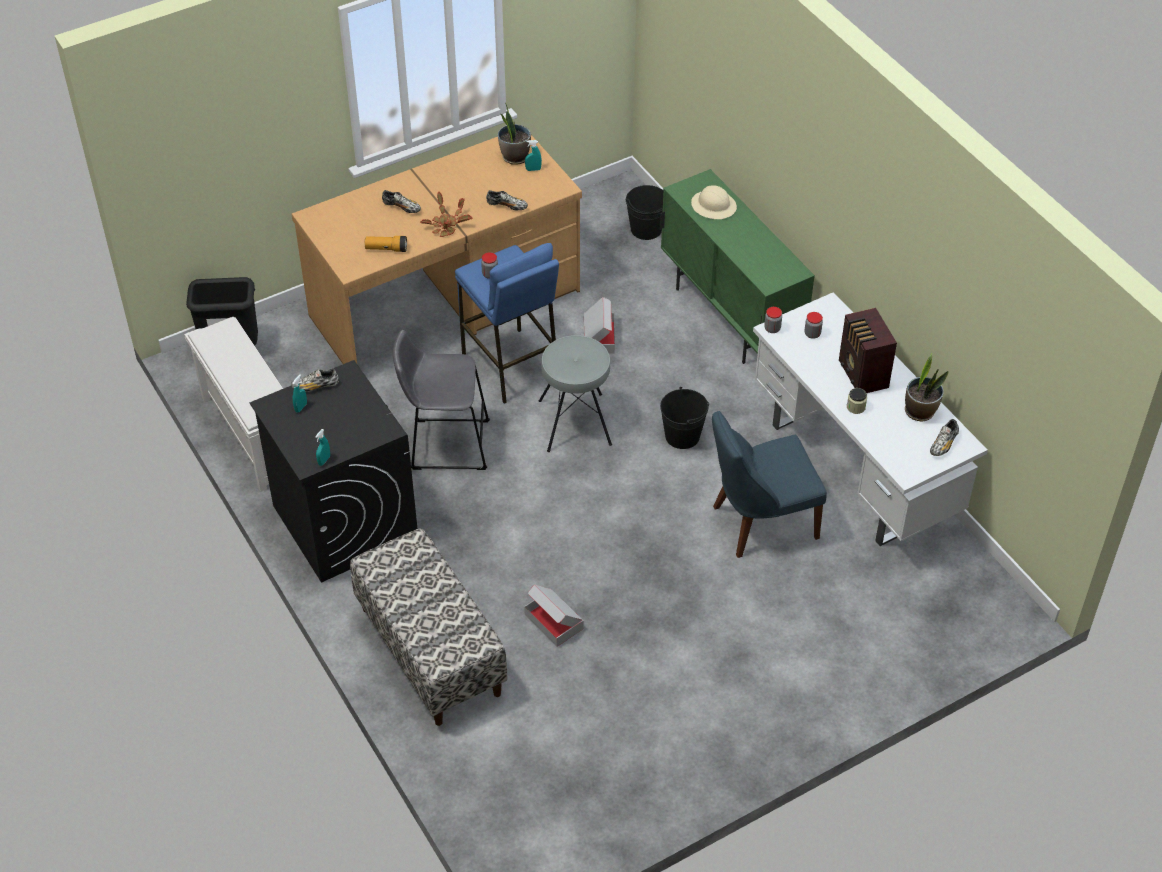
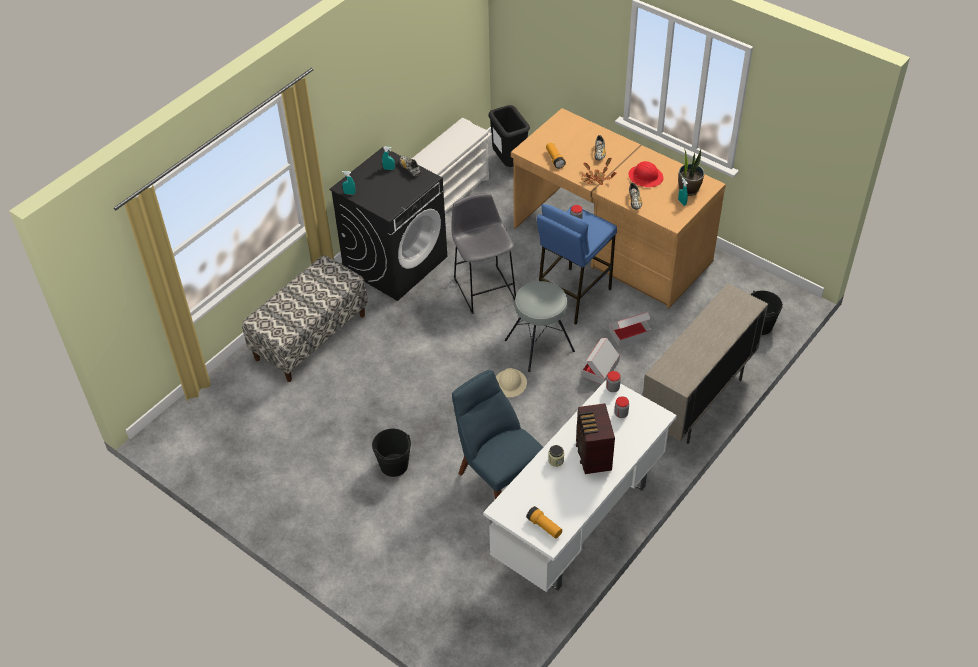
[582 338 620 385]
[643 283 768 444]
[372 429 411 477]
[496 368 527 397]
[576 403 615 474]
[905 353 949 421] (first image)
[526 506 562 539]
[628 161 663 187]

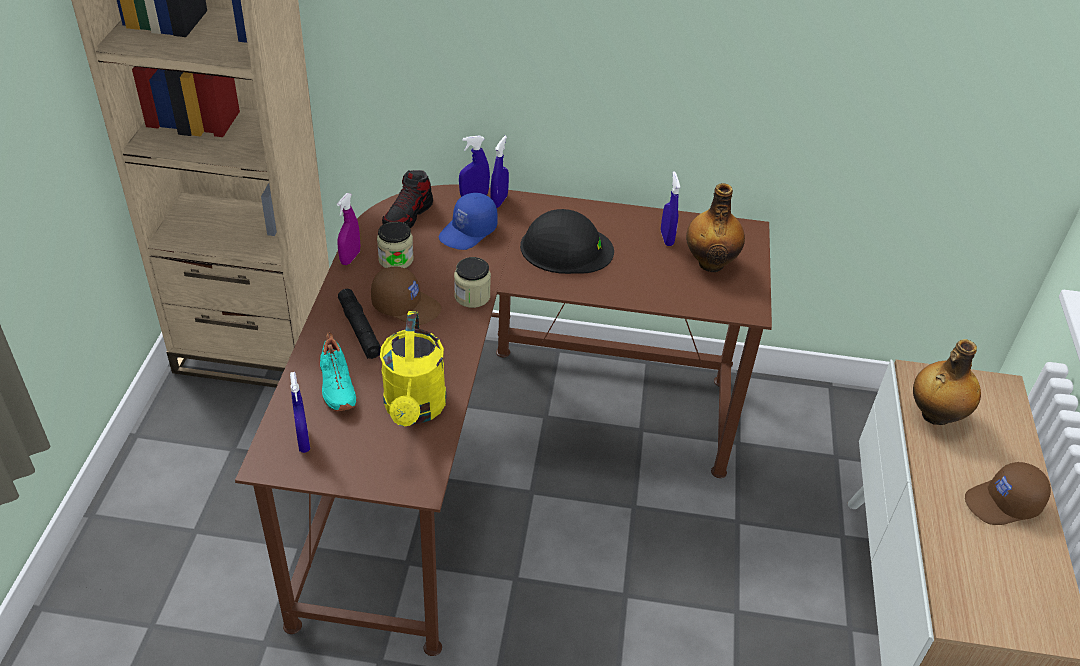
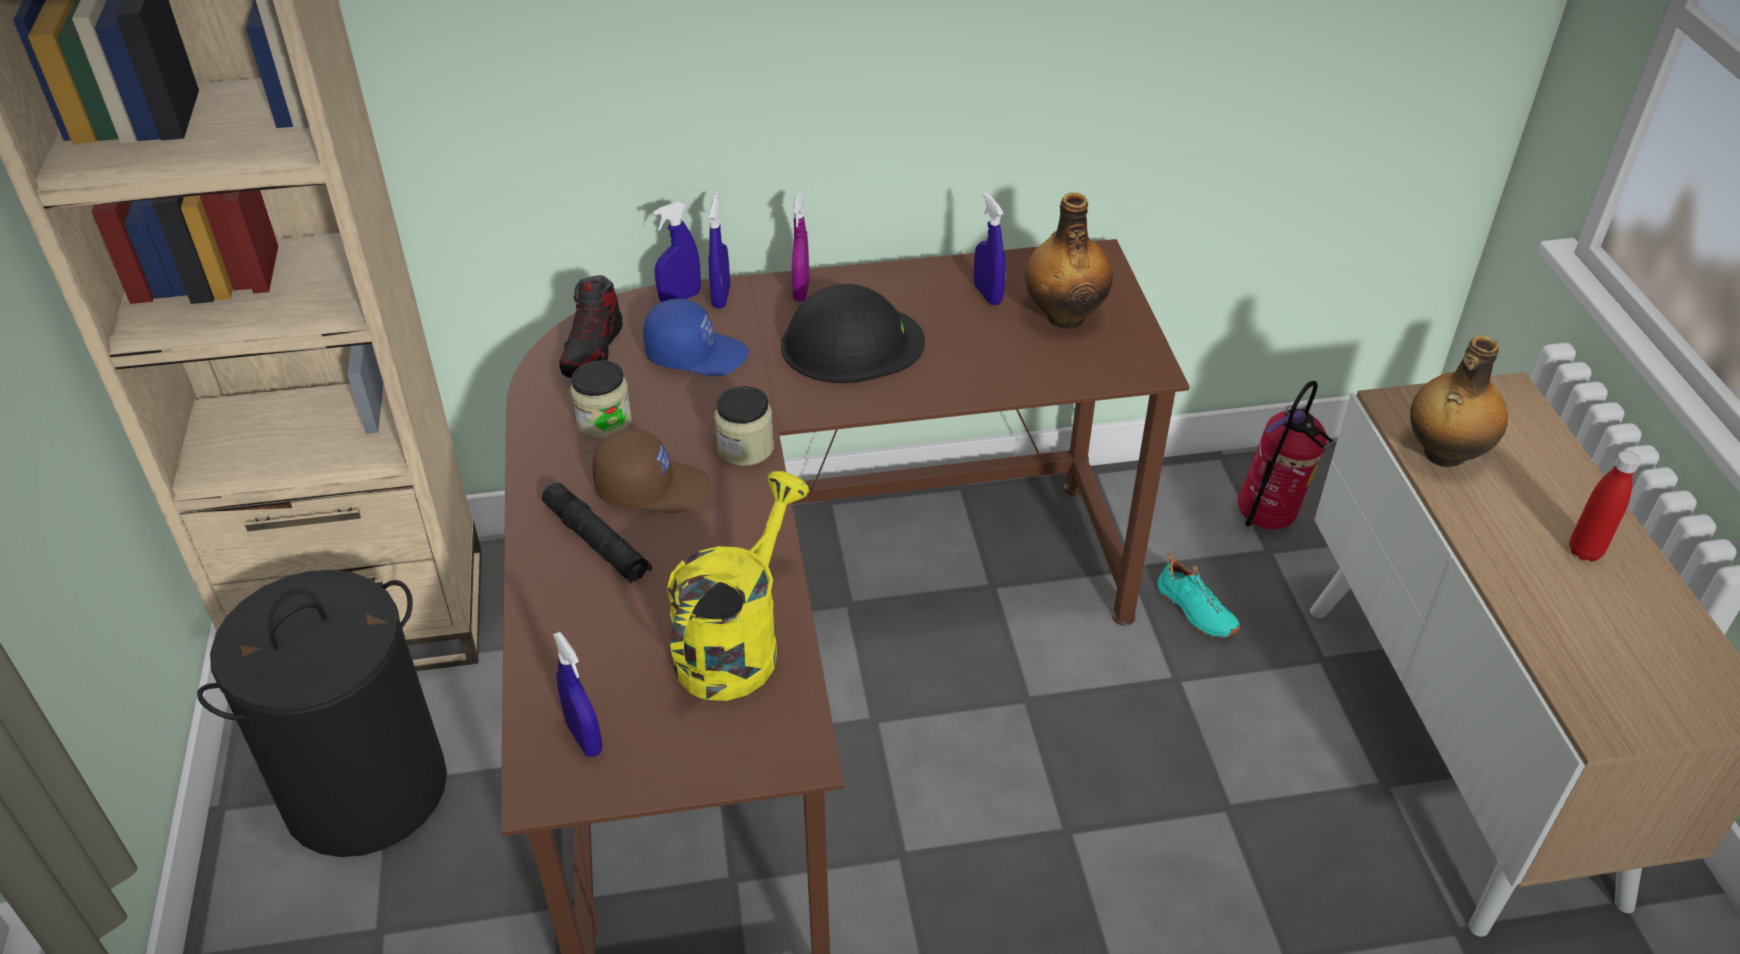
[1157 553 1240 638]
[792 194 809 302]
[667 471 809 701]
[643 299 749 376]
[1569 451 1641 561]
[197 570 447 857]
[1238 381 1334 529]

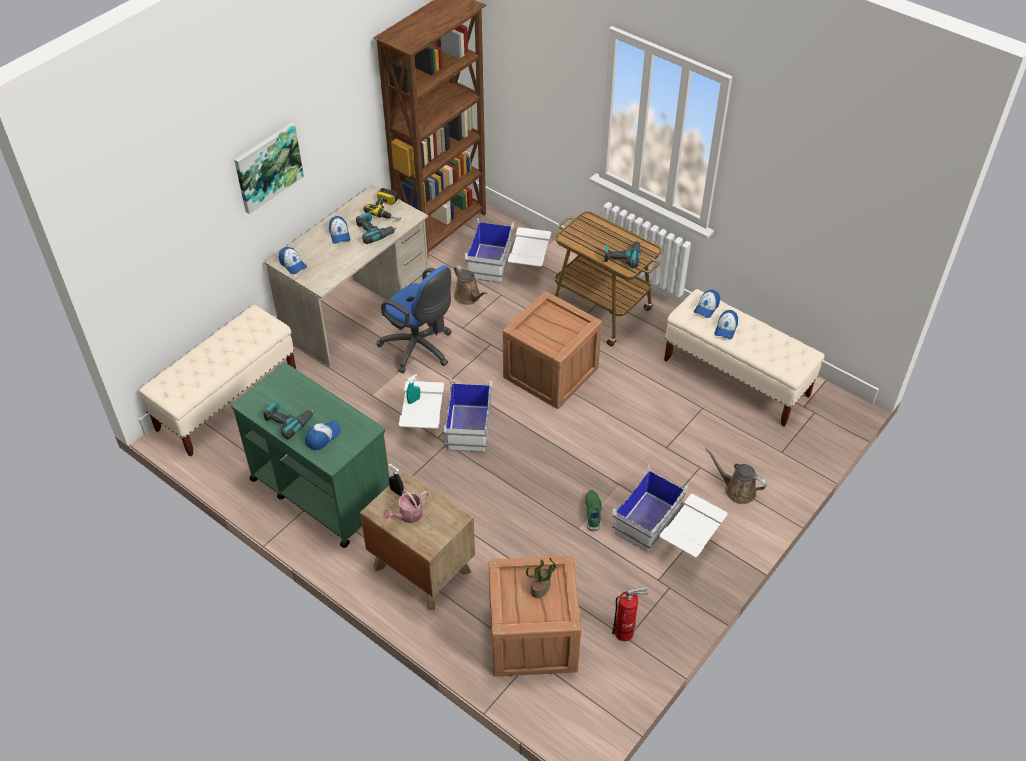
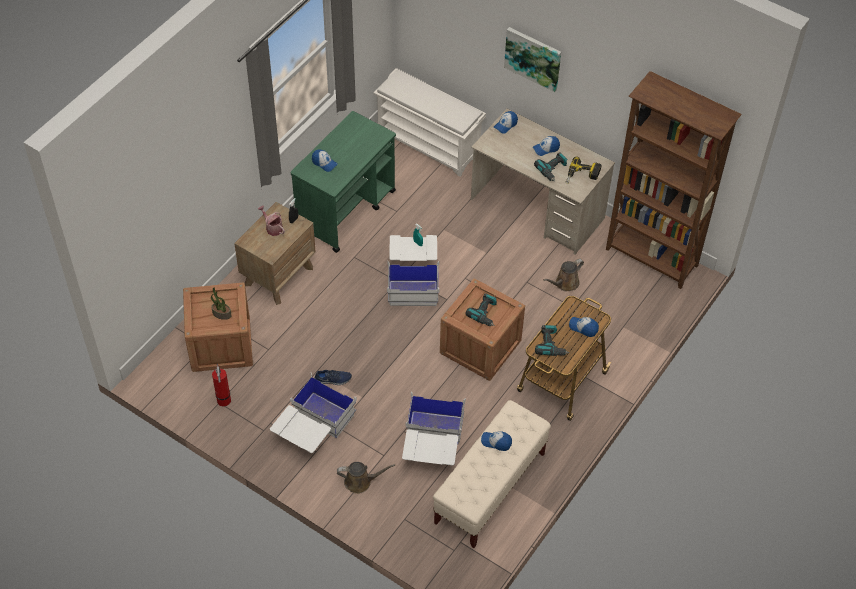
[374 68 486 177]
[466 293 497 326]
[377 265 452 373] (first image)
[402 392 466 466]
[314 370 352 385]
[569 317 599 337]
[337 462 395 494]

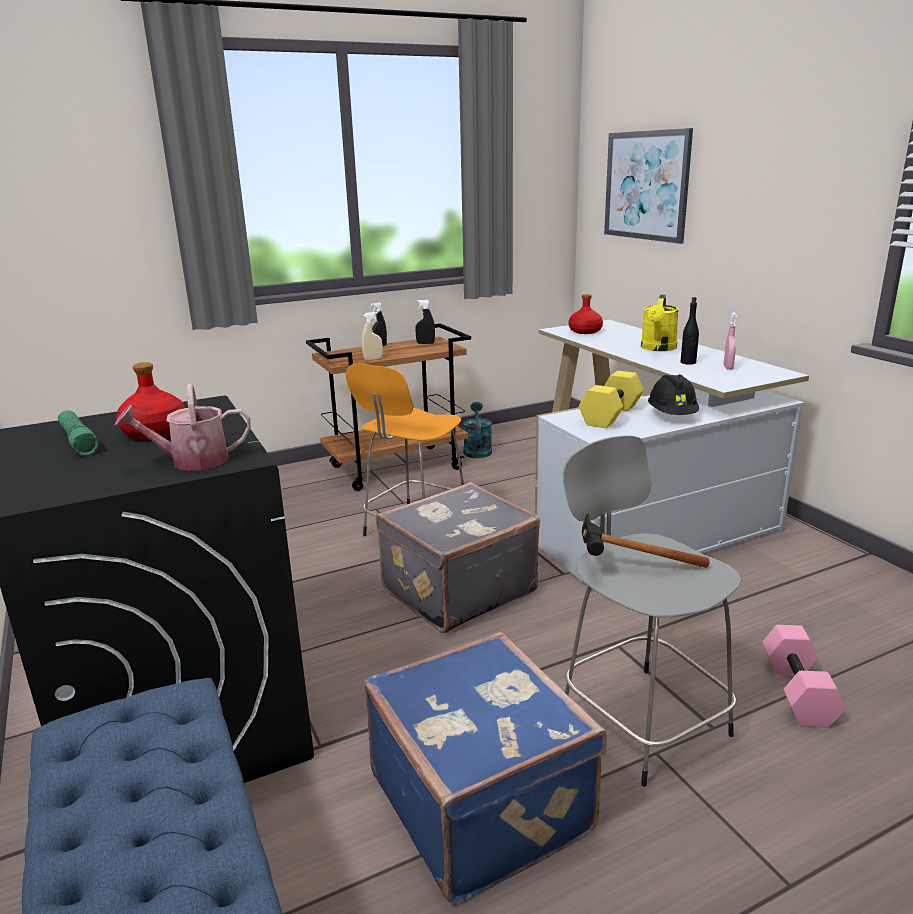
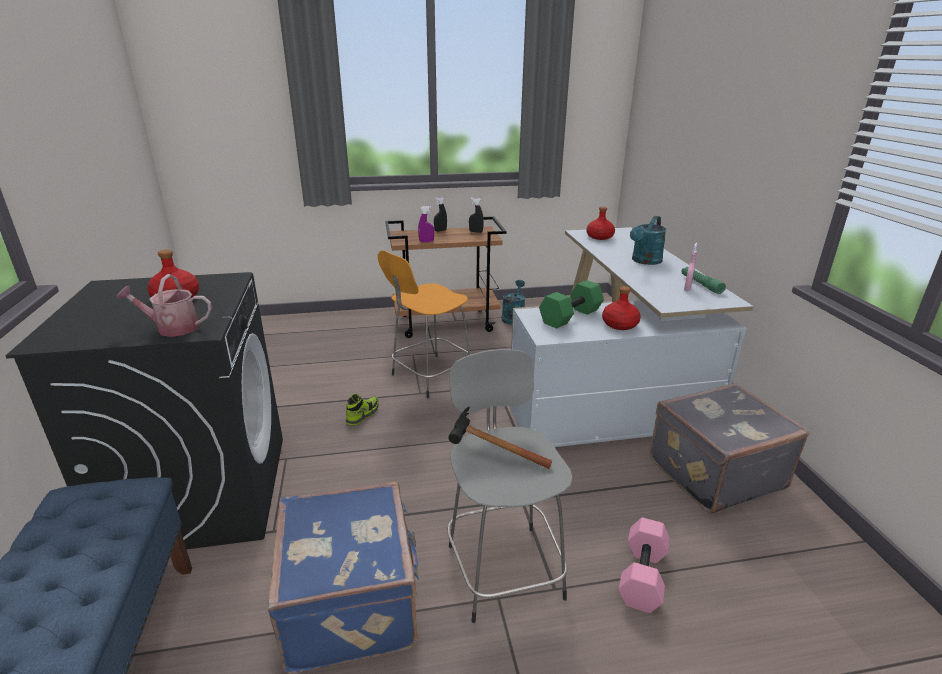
[681 267 726 294]
[418 206 434 242]
[650 383 810 514]
[539 280 604 328]
[604 128 693 244] (first image)
[630 216 667 265]
[602 286 641 330]
[681 297 699 365] (first image)
[346 394 379 425]

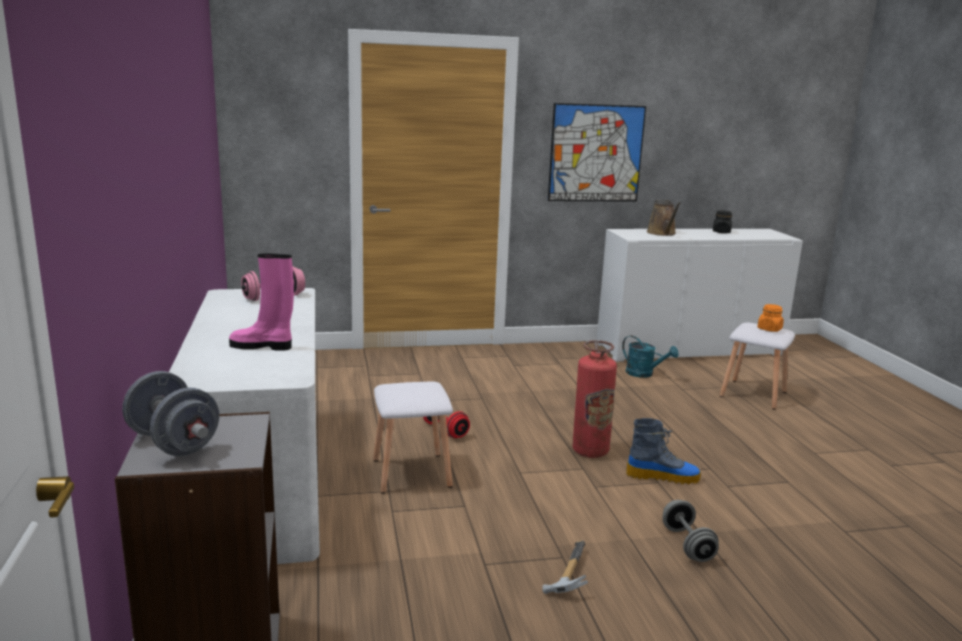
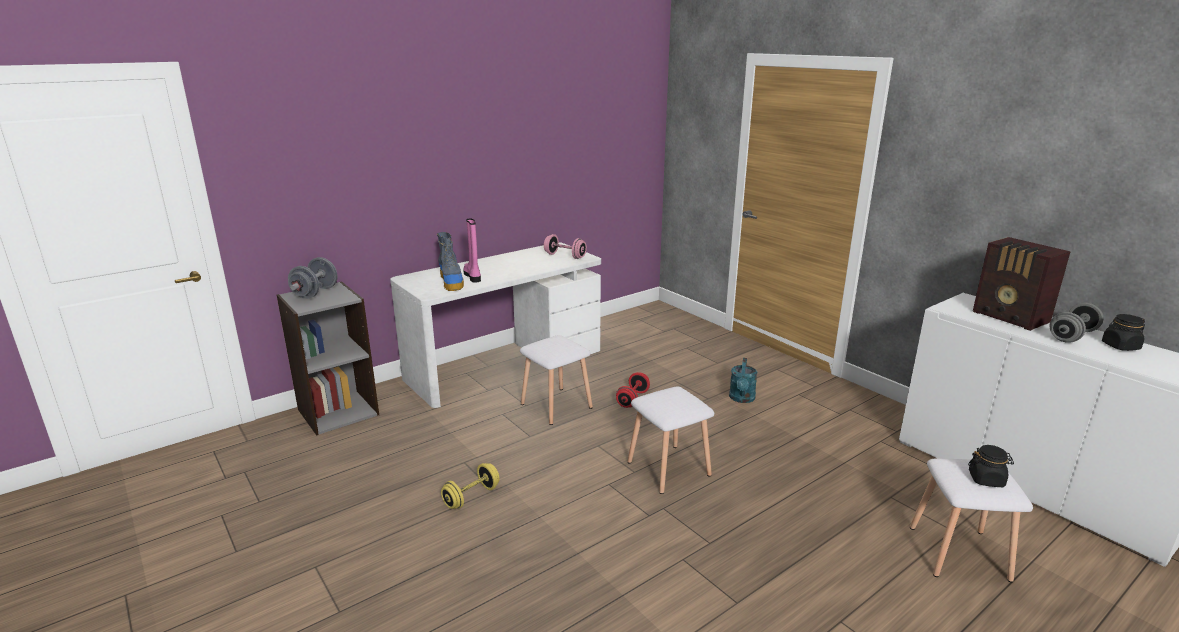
[441 463 500 509]
[548 103 646 202] (first image)
[627 386 714 494]
[729 358 757 403]
[437 232 464 291]
[973 237 1071 331]
[1049 303 1104 343]
[968 445 1014 487]

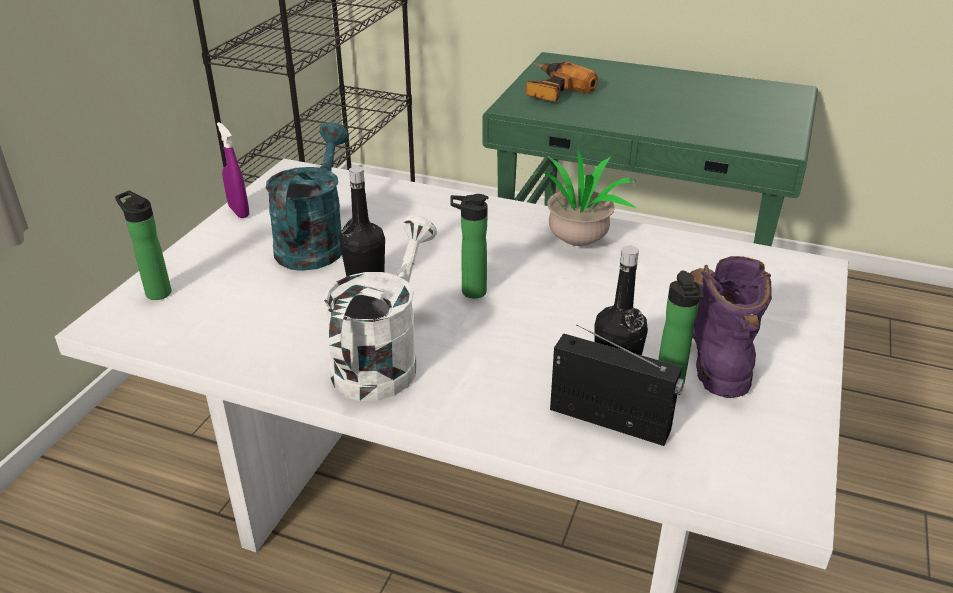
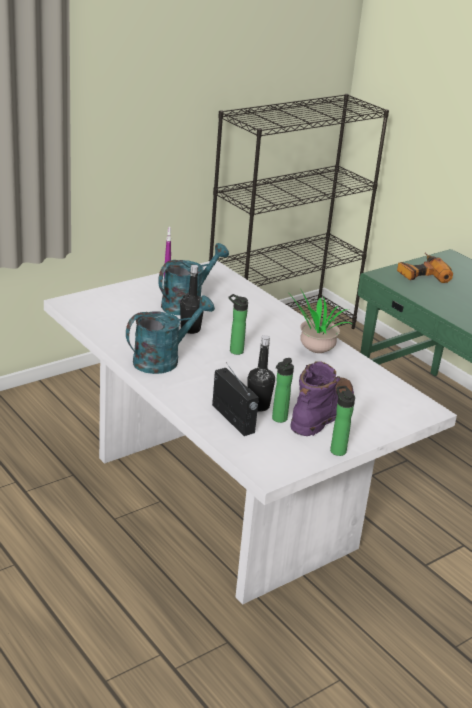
[330 386 355 456]
[126 295 215 374]

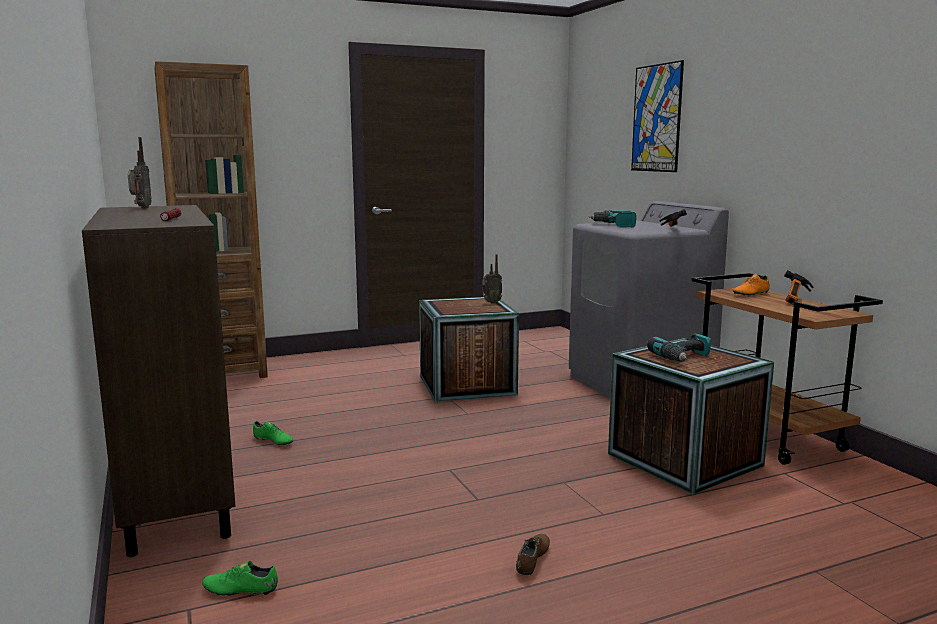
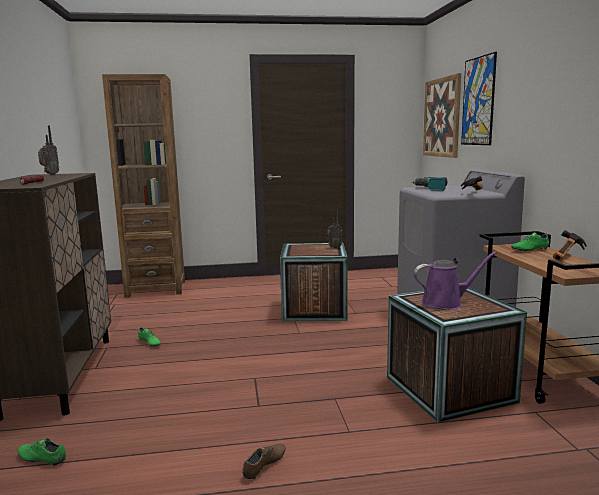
[414 252 497 310]
[511 232 549 252]
[423 73 461 158]

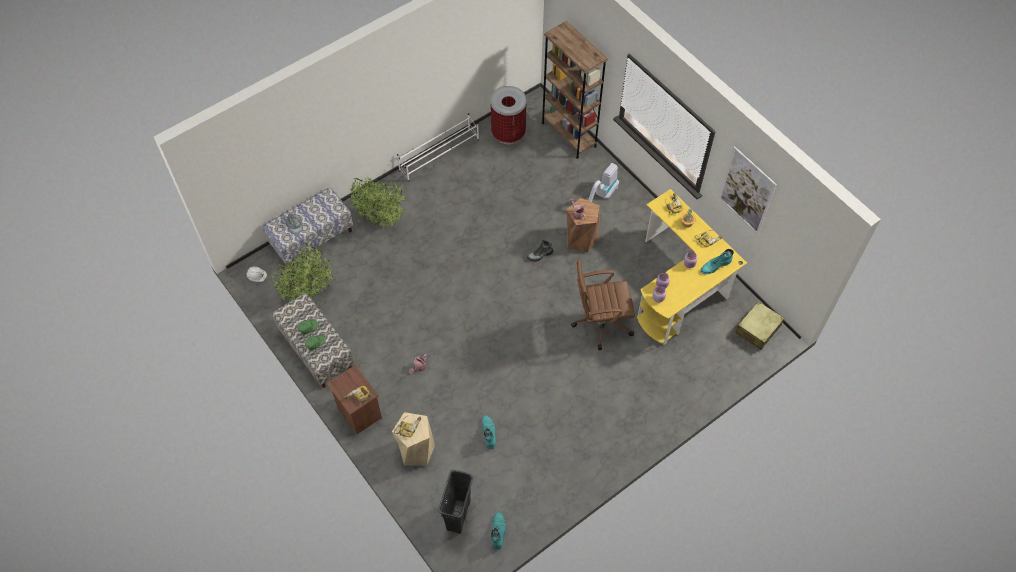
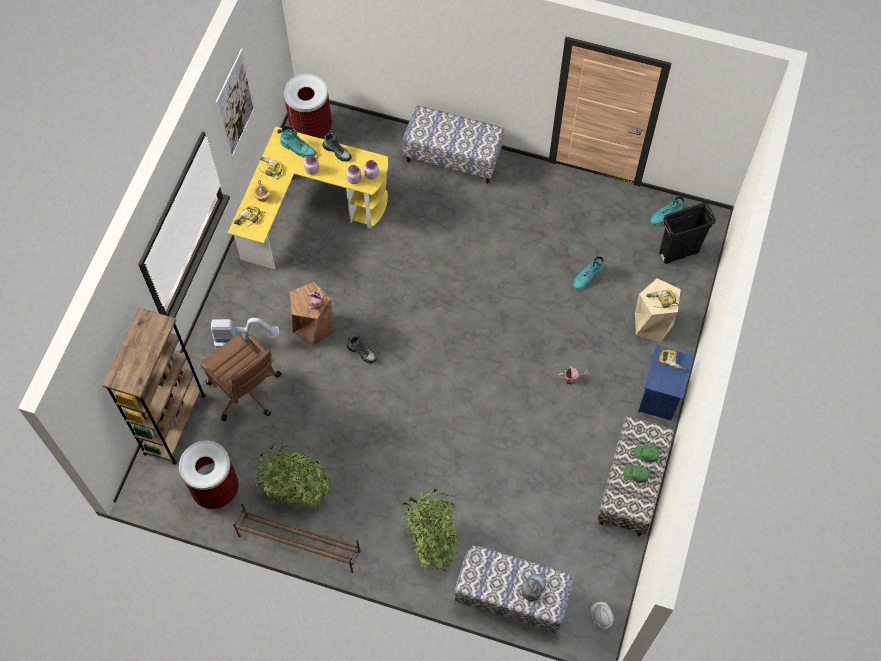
[254 443 332 509]
[638 345 694 420]
[233 504 360 573]
[200 334 282 421]
[284 74 332 139]
[322 133 352 162]
[403 106 504 184]

